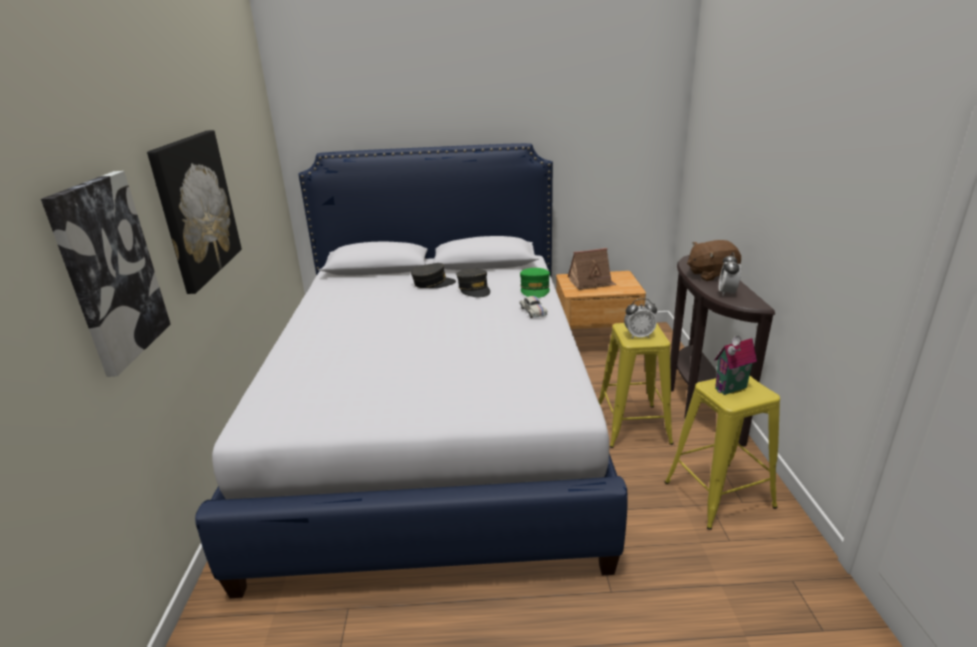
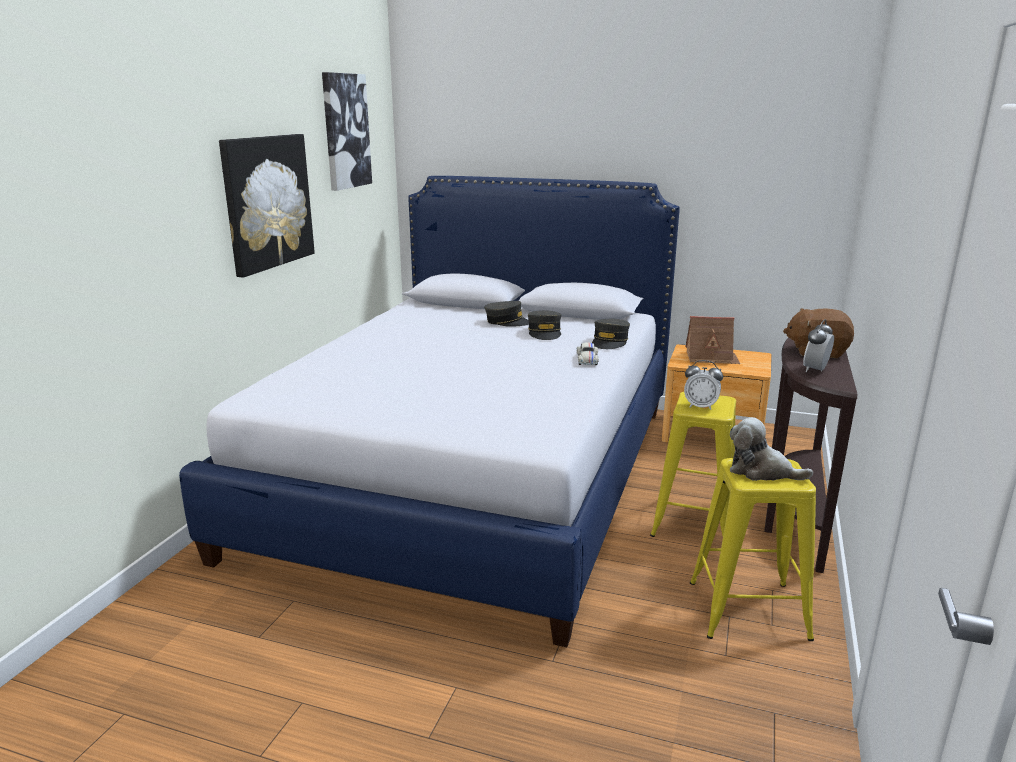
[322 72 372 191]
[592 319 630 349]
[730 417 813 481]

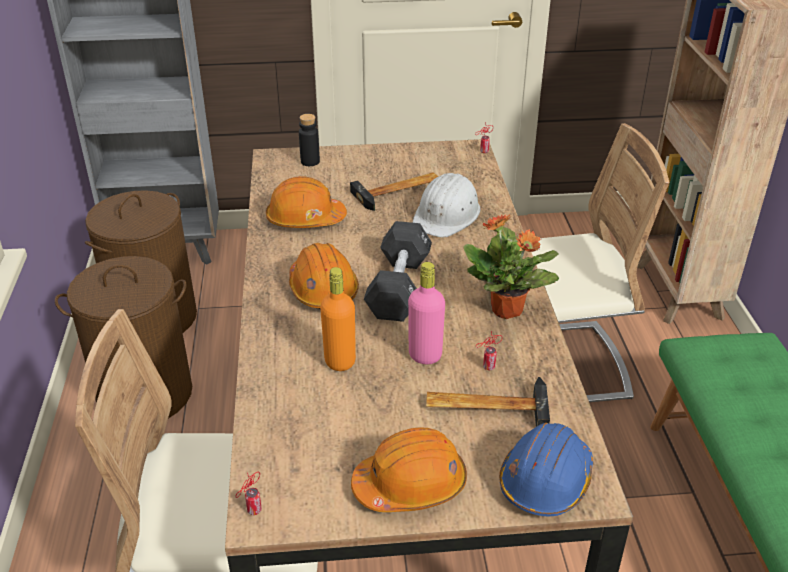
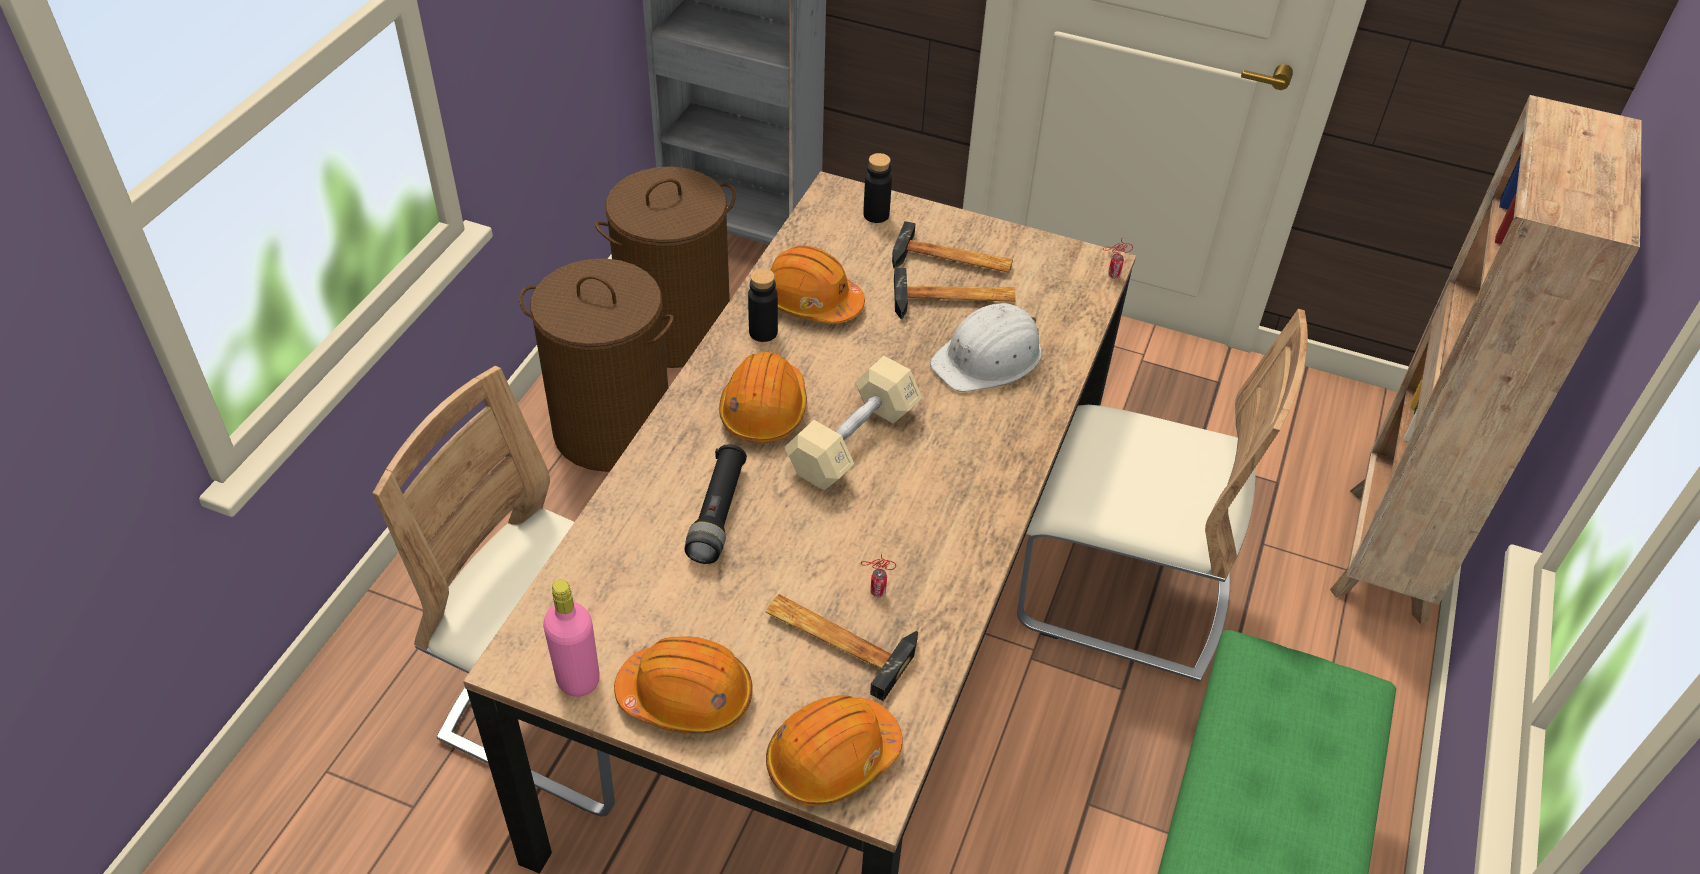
[235 472 262 515] (first image)
[685 444 747 564]
[784 356 922 491]
[543 580 600 697]
[464 215 559 319] (first image)
[766 695 903 806]
[748 268 778 342]
[892 221 1013 273]

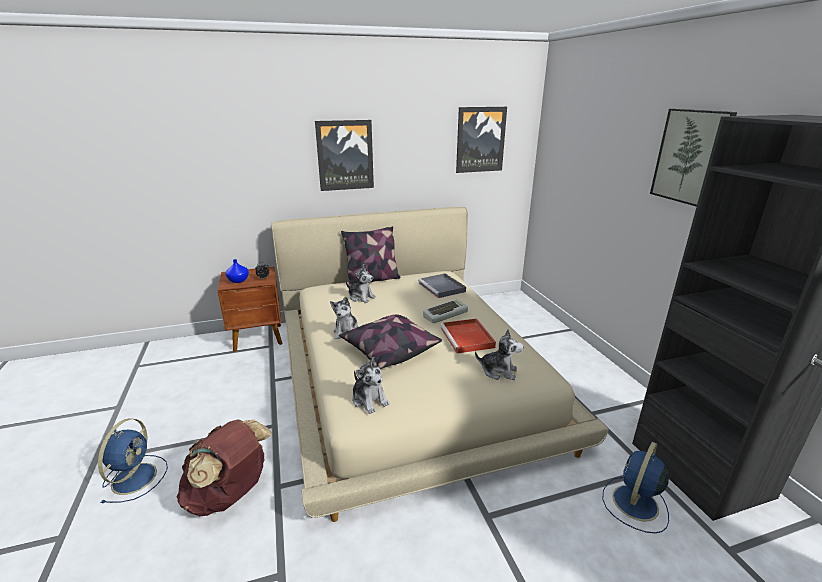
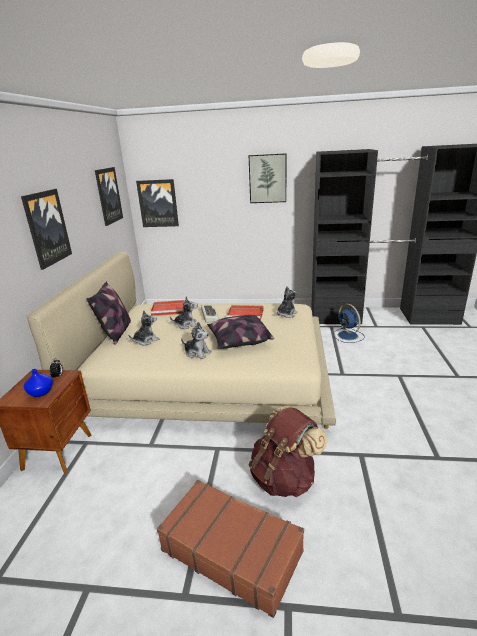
[157 480 304 618]
[170 296 198 329]
[151 300 185 316]
[136 179 179 227]

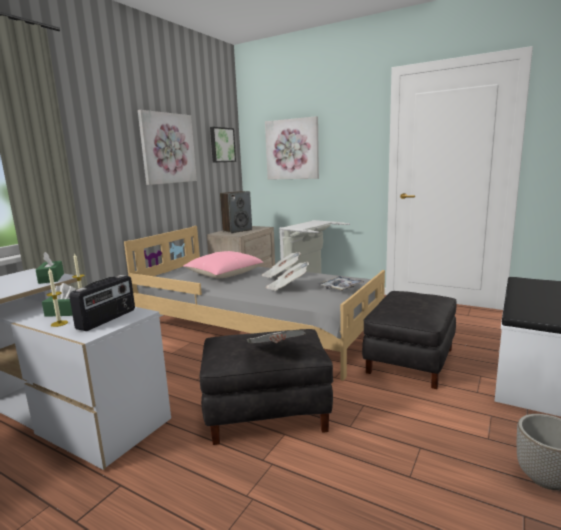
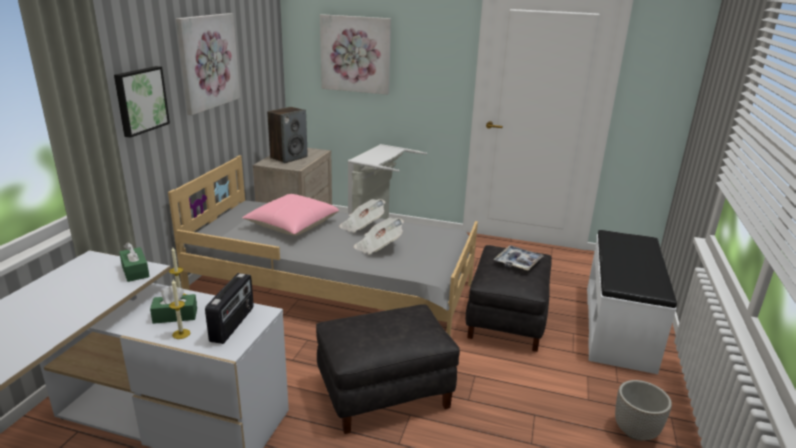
[114 66 170 138]
[247 330 306 343] (first image)
[494 245 544 271]

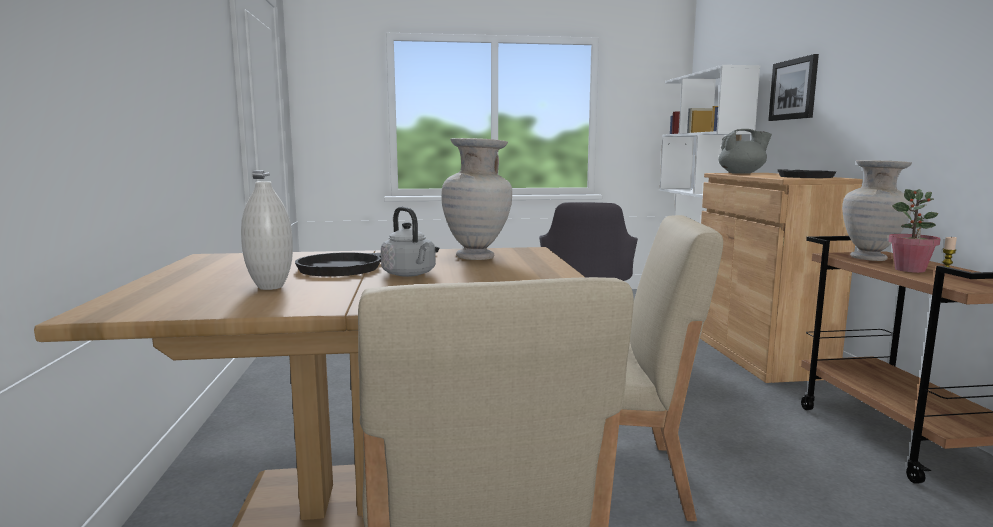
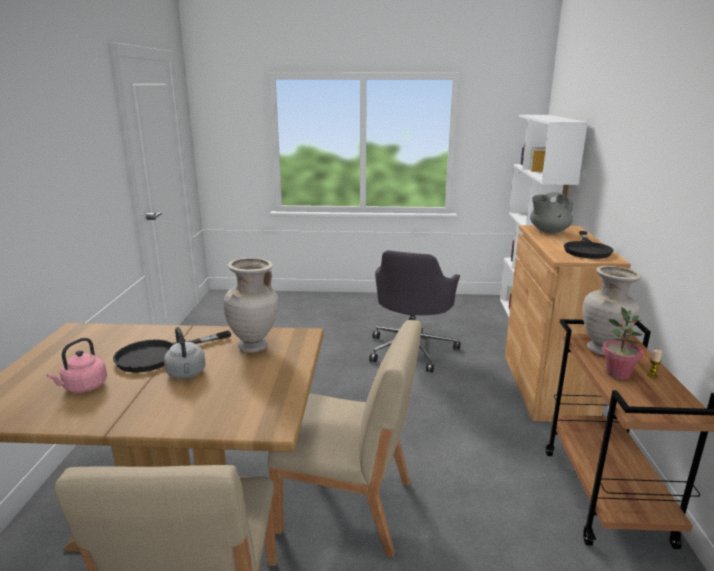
[46 338 107 393]
[530 192 573 233]
[768 54 819 121] (first image)

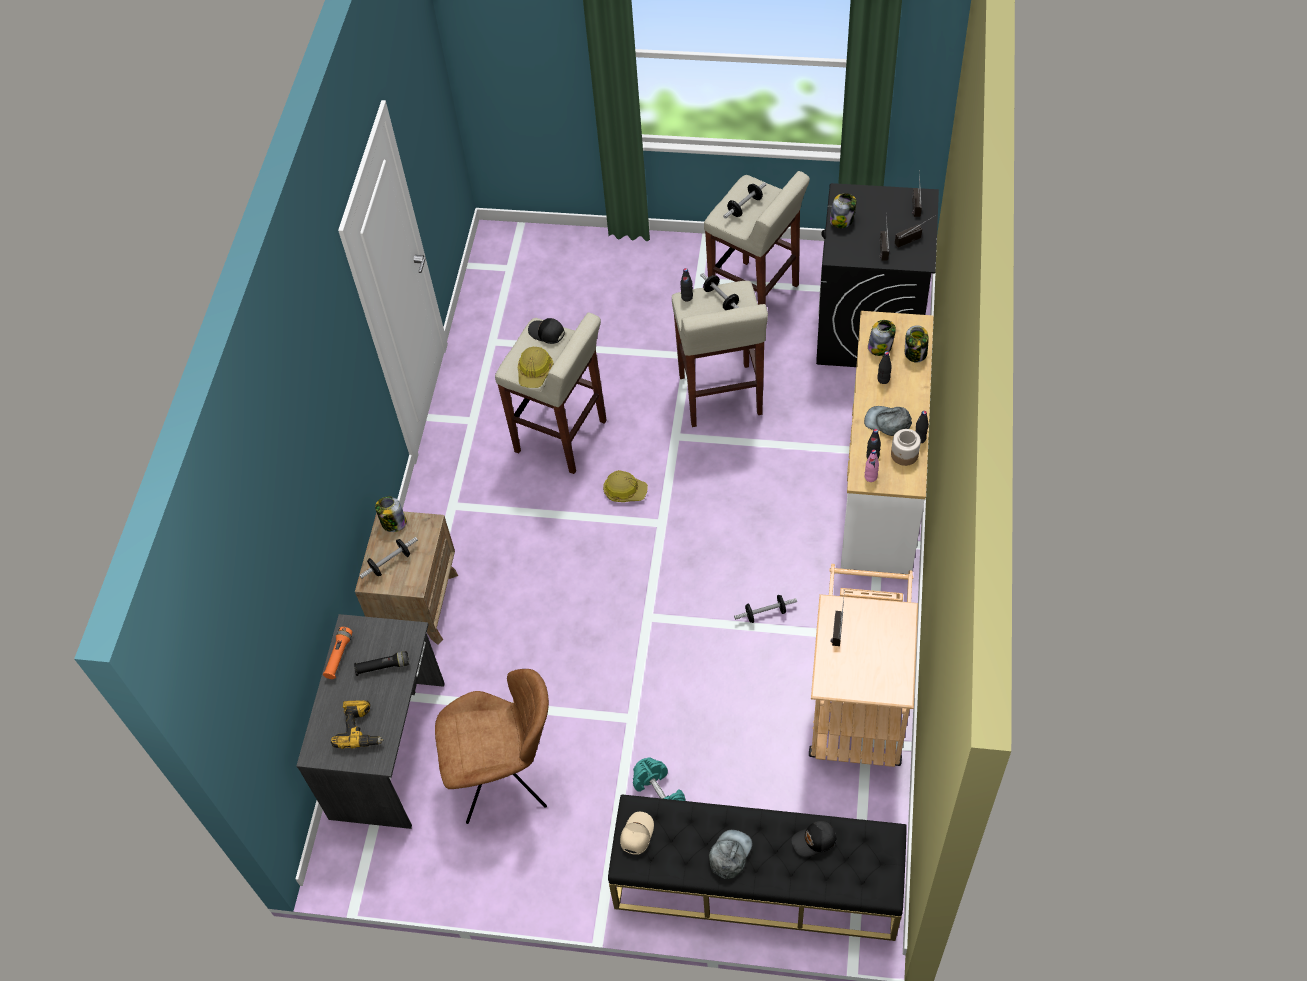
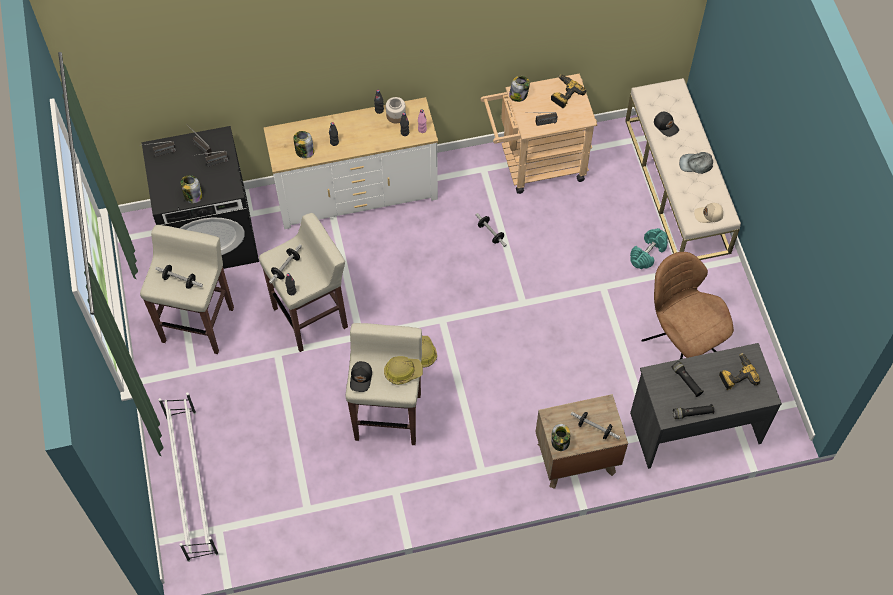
[673 404 714 419]
[625 78 741 260]
[864 406 912 436] (first image)
[509 76 530 102]
[158 392 219 562]
[551 74 586 109]

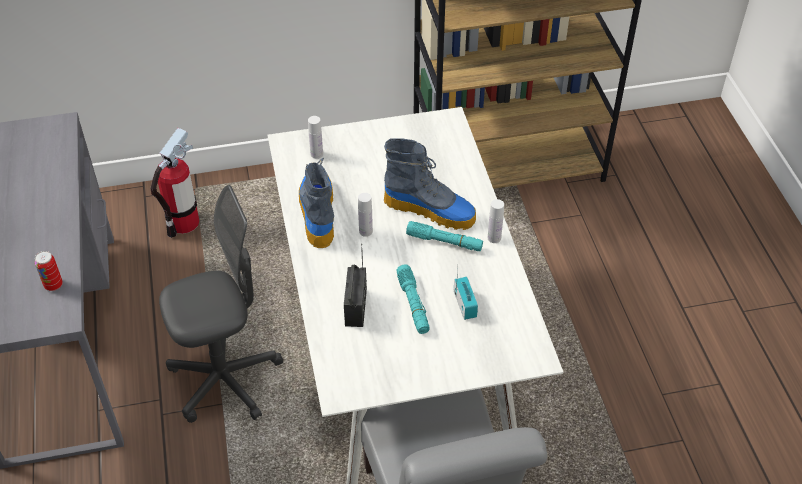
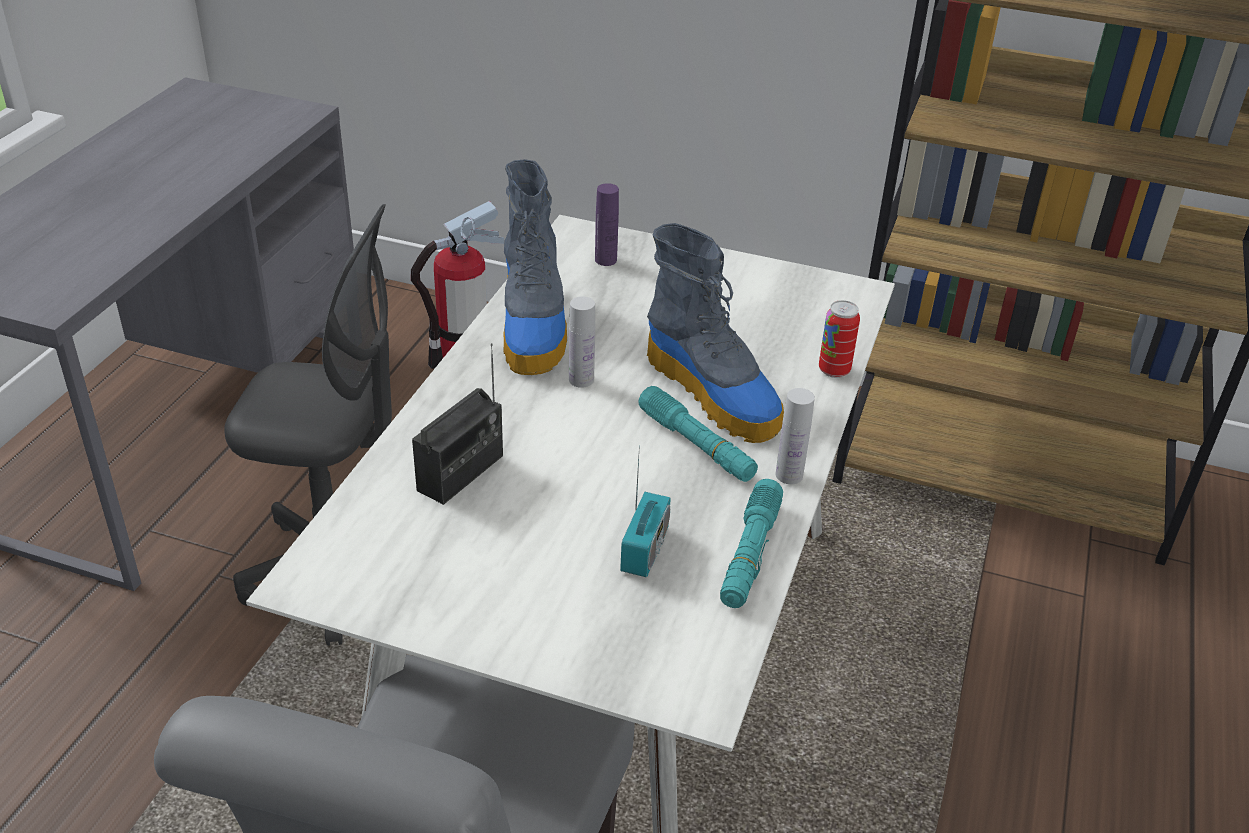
[819 300 860 378]
[504 159 567 375]
[595 183 619 266]
[720 479 783 608]

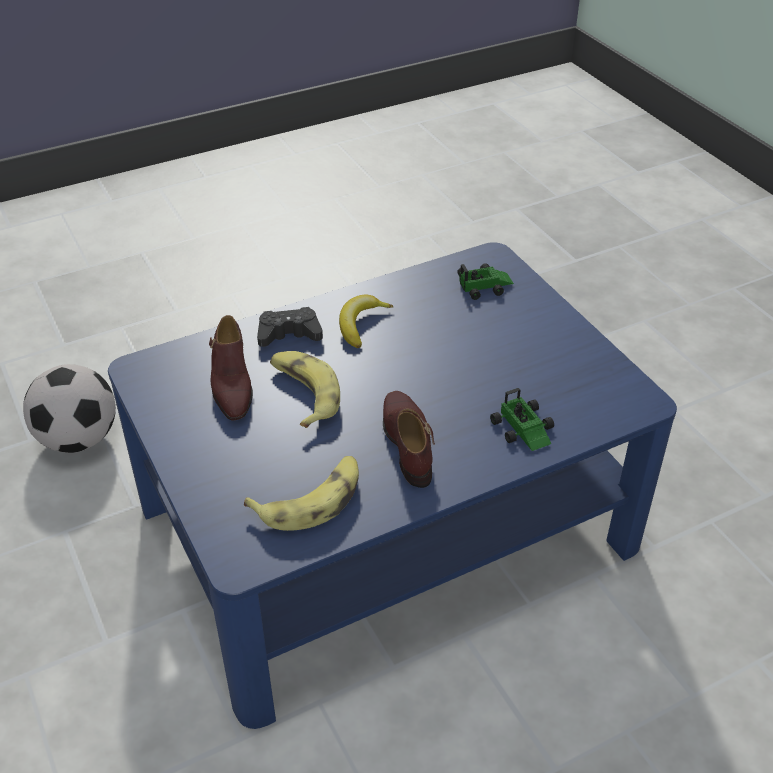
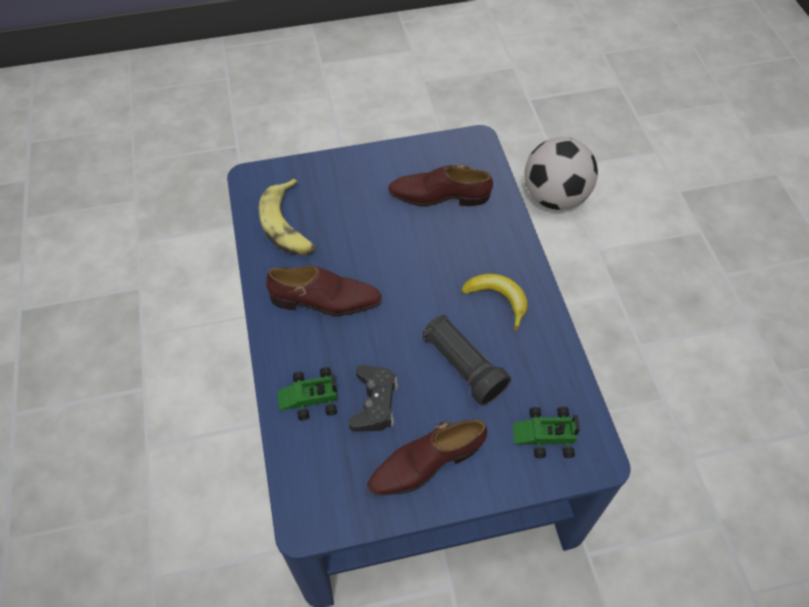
[348 365 398 432]
[270 351 340 428] (first image)
[513 407 580 458]
[367 420 487 495]
[423 315 511 405]

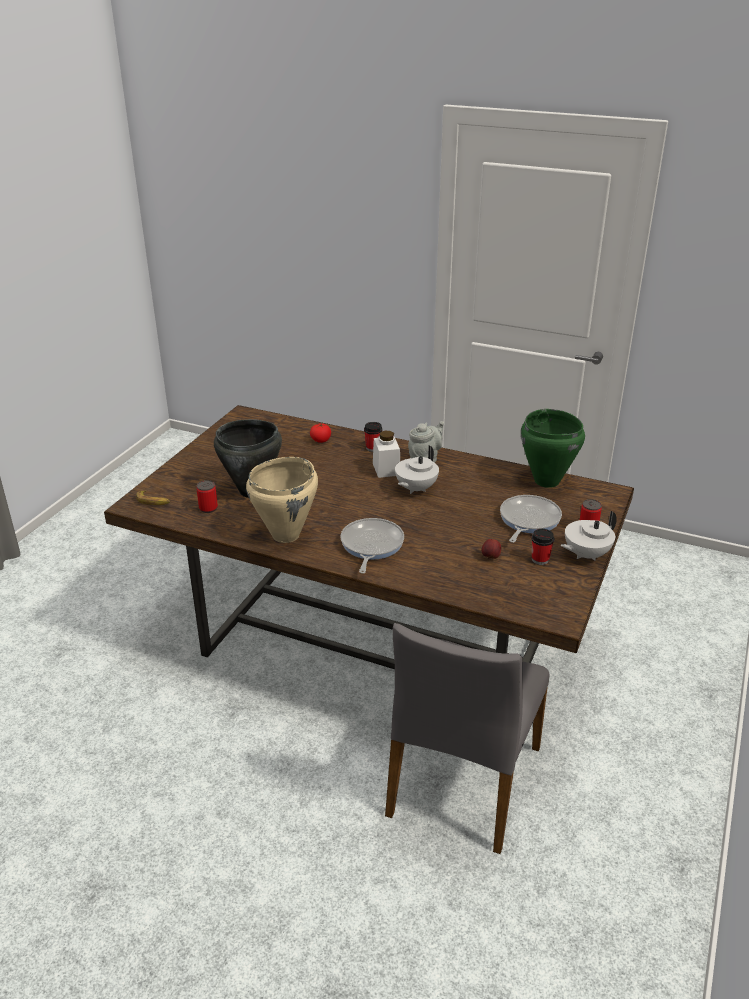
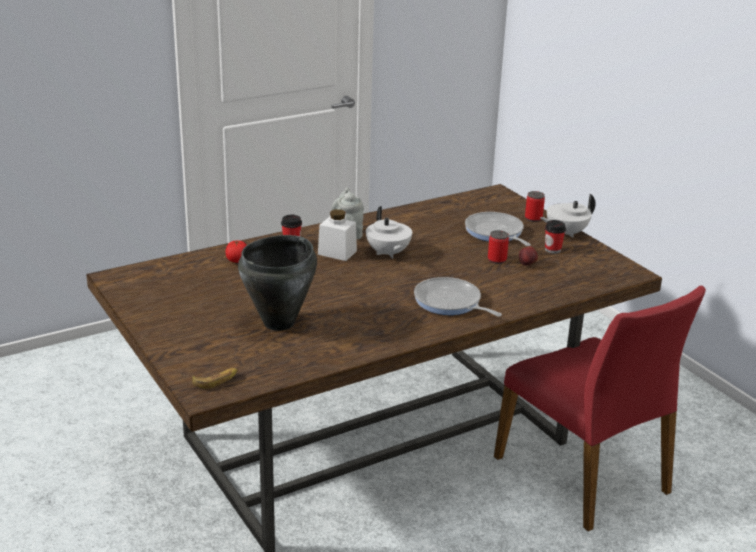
[488 230 509 264]
[246 457 318 543] (first image)
[494 286 706 531]
[521 409 585 488] (first image)
[540 194 595 238]

